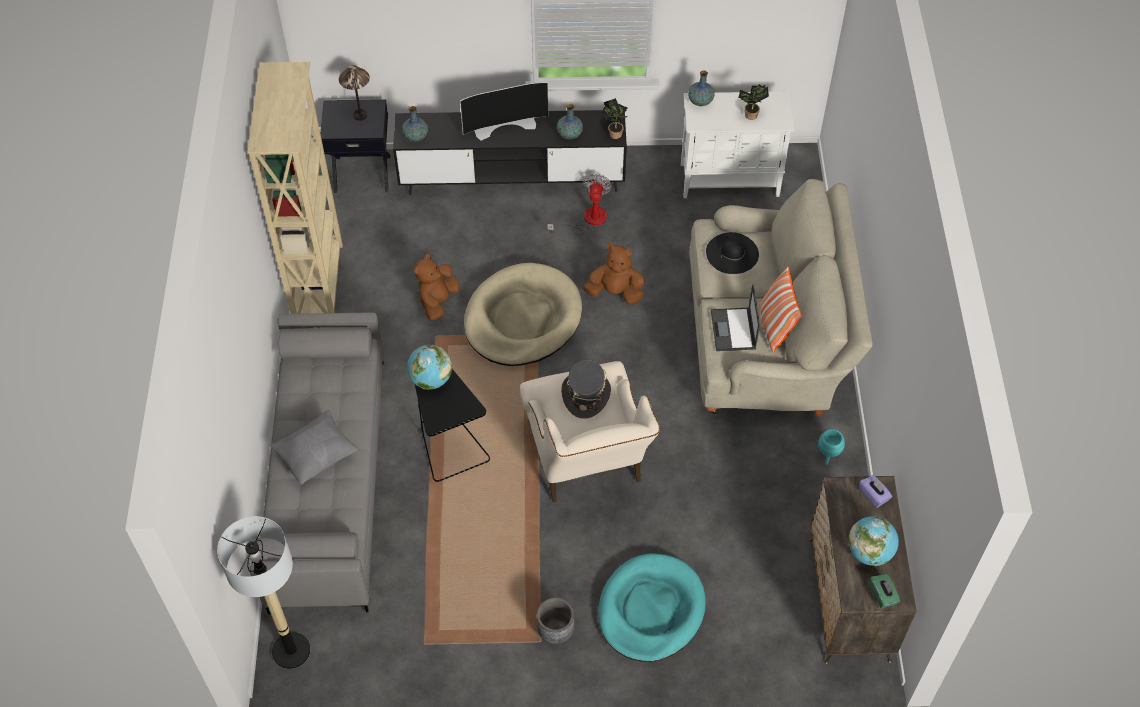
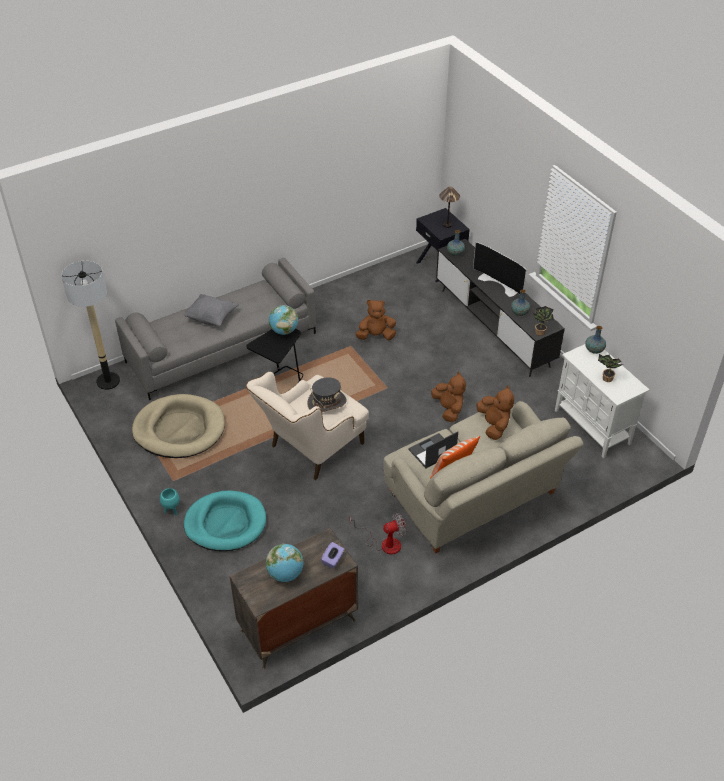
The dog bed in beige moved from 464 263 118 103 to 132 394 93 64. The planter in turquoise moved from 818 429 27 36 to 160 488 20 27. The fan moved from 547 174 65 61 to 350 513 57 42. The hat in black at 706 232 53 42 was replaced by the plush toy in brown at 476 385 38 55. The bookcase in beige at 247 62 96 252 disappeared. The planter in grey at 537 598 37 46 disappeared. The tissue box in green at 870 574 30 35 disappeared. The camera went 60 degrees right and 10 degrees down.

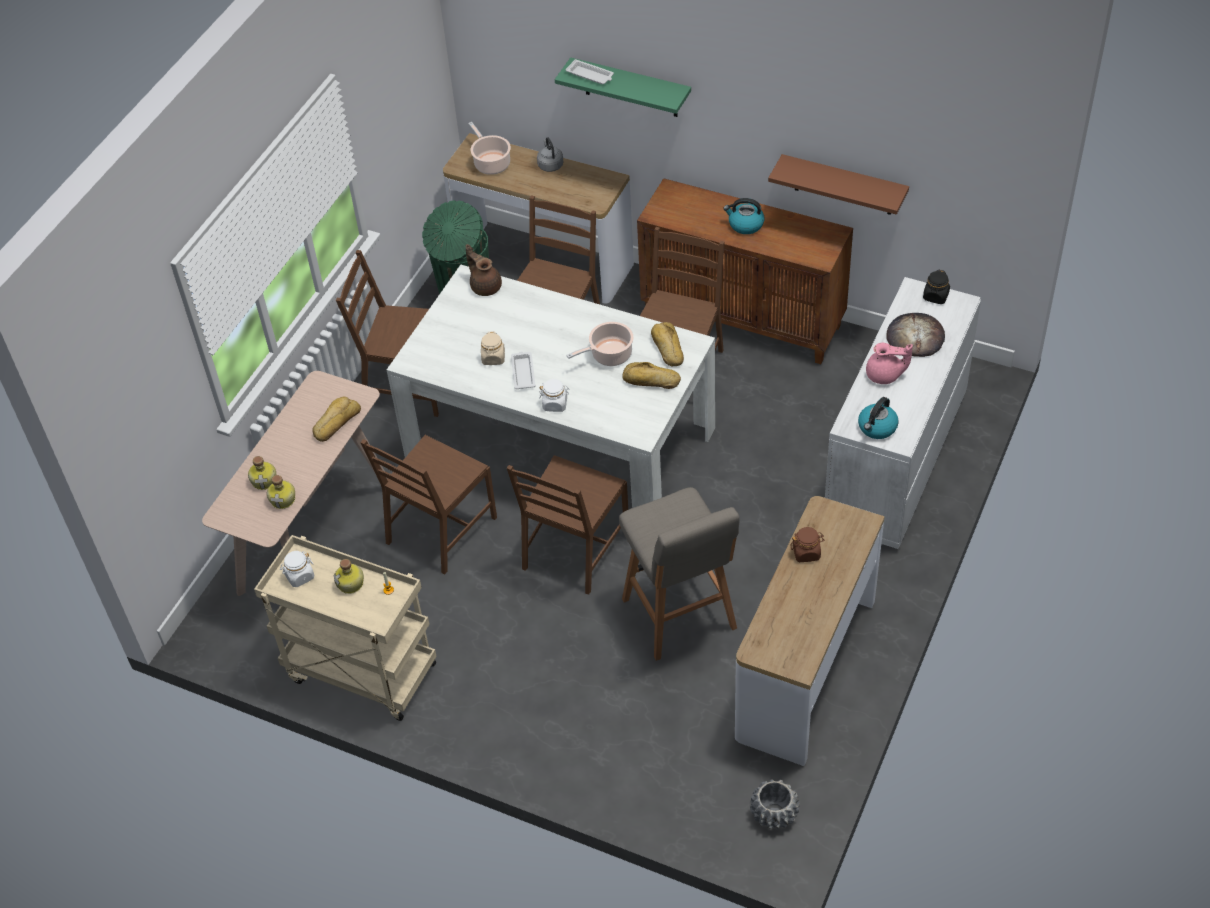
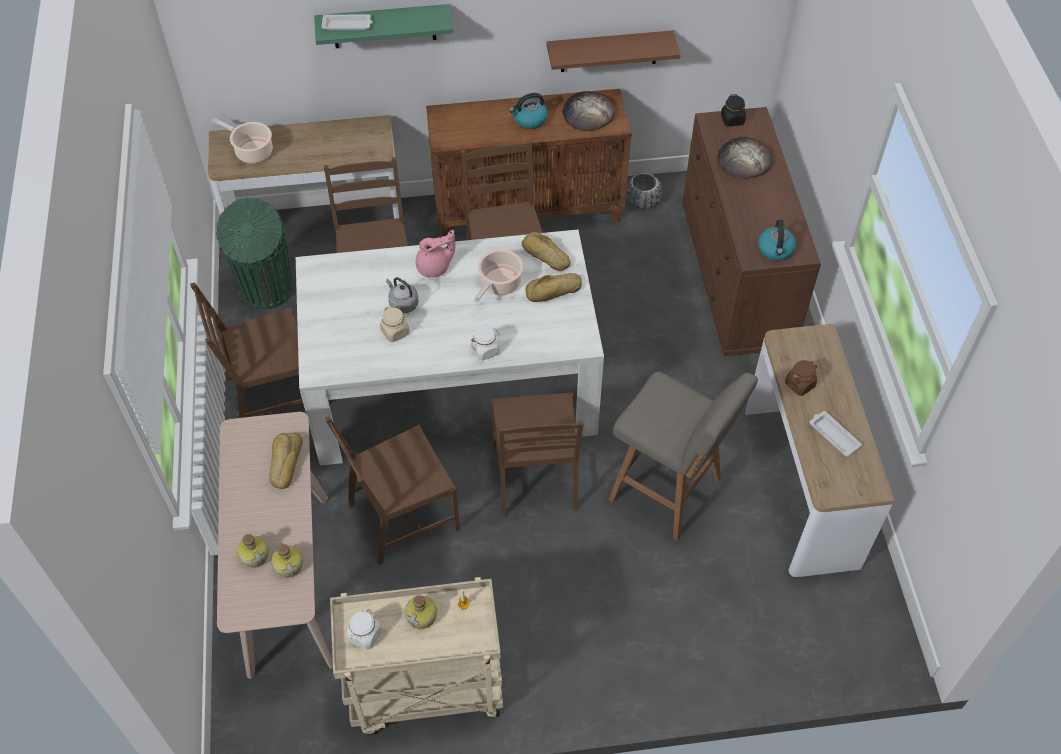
The chair in brown at 360 435 137 140 turned 60 degrees clockwise. The kettle in grey moved from 537 137 26 35 to 386 277 33 36. The teapot in pink moved from 866 343 47 41 to 416 230 39 48. The bread at 562 91 53 40 appeared. The planter in grey moved from 750 779 50 51 to 626 173 36 36. The dresser in white at 825 277 156 272 became the dresser in brown at 682 107 139 249. The tray in white moved from 511 352 25 37 to 809 411 53 46. The teapot in brown at 466 244 36 52 disappeared. The camera went 35 degrees left and 5 degrees up.

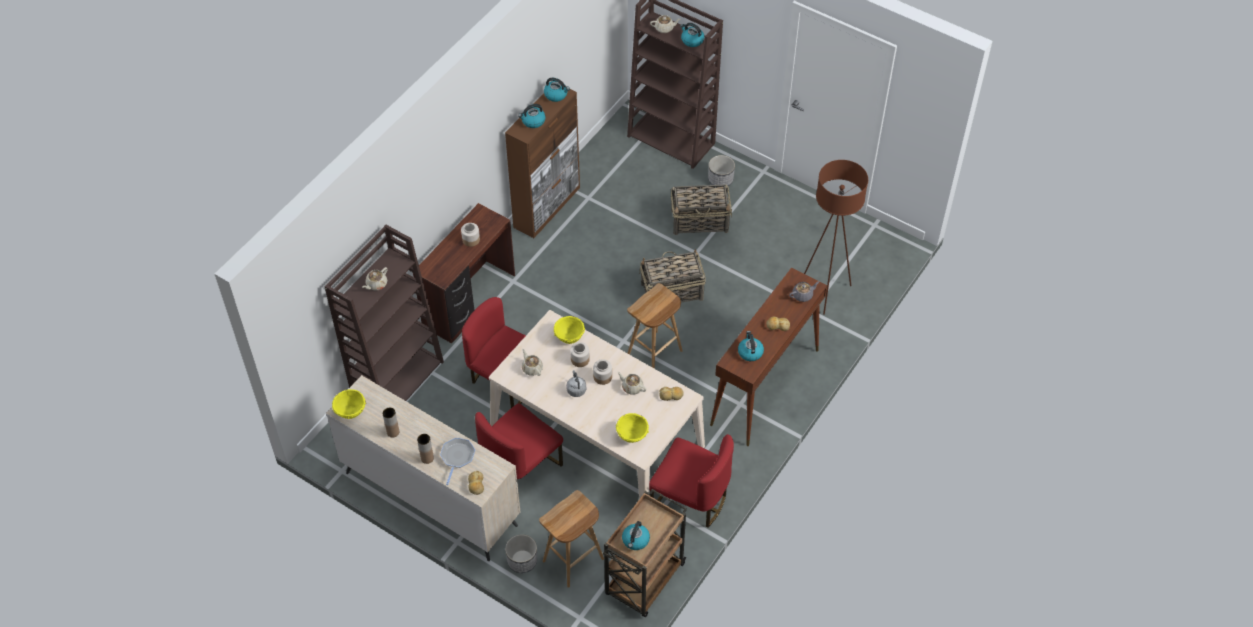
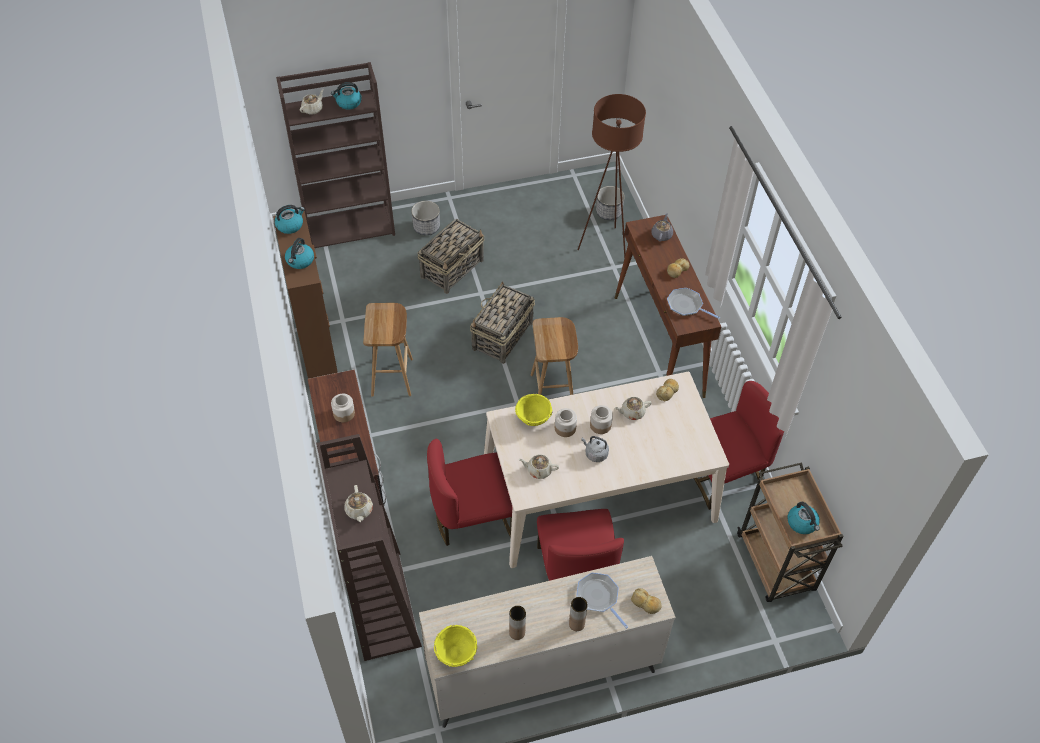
The stool in brown moved from 539 490 65 98 to 363 303 50 94. The planter moved from 505 534 32 39 to 596 186 29 34. The kettle at 738 331 26 30 was replaced by the frying pan at 667 288 53 31. The bowl in yellow at 616 413 33 30 disappeared. The camera went 50 degrees left and 0 degrees up.

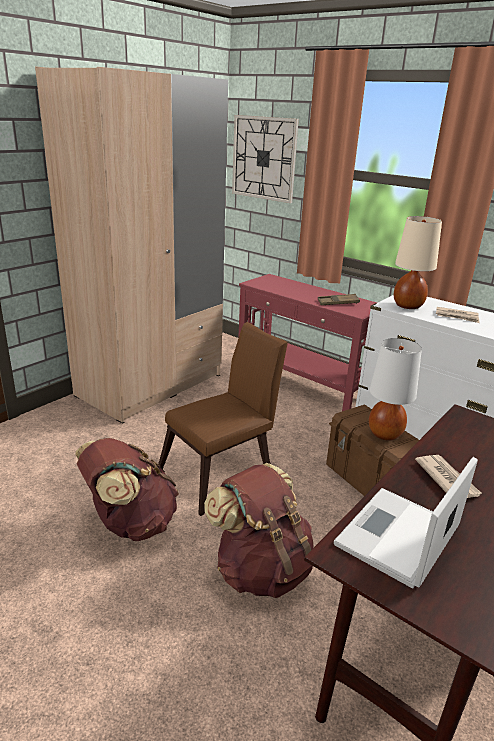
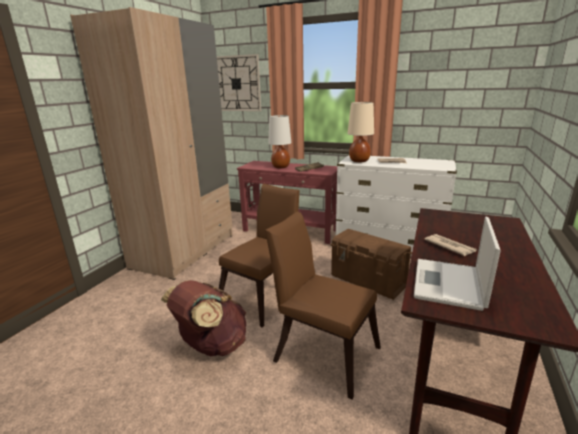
The backpack in brown at 204 463 110 135 was replaced by the chair in brown at 265 212 116 188. The table lamp in white moved from 369 338 53 103 to 268 115 24 53. The camera went 15 degrees left and 5 degrees down.

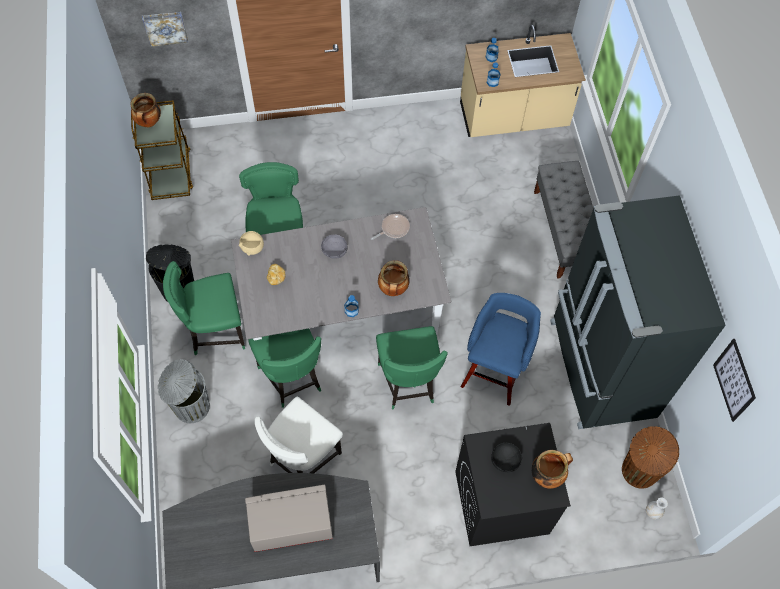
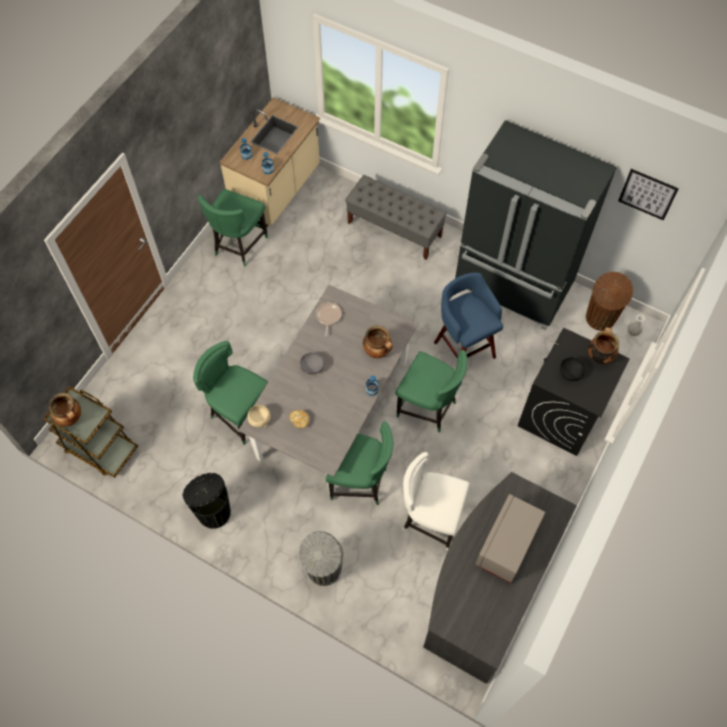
The chair in green moved from 163 261 82 94 to 198 189 70 77. The chair in white at 255 396 88 77 turned 120 degrees clockwise. The picture at 142 12 46 35 disappeared. The camera went 50 degrees left and 0 degrees up.

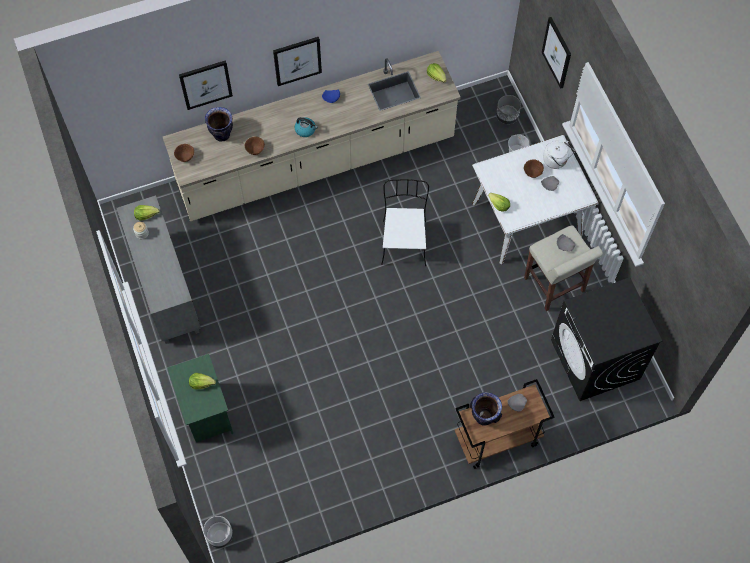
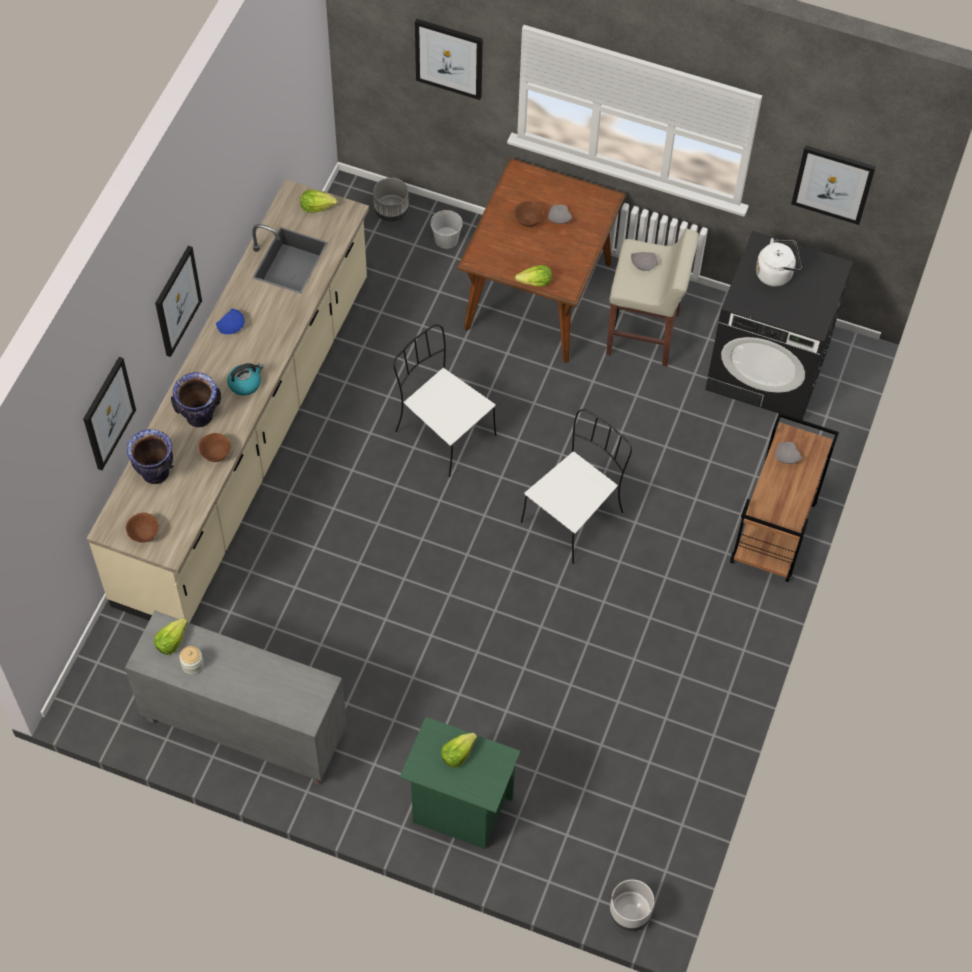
The vase moved from 470 392 32 34 to 171 372 50 55. The dining table in white at 472 135 127 129 became the dining table in brown at 457 158 169 205. The chair in white at 521 409 111 155 appeared. The kettle in white moved from 543 141 32 28 to 756 238 45 49. The picture at 791 145 85 80 appeared. The camera went 50 degrees left and 5 degrees down.

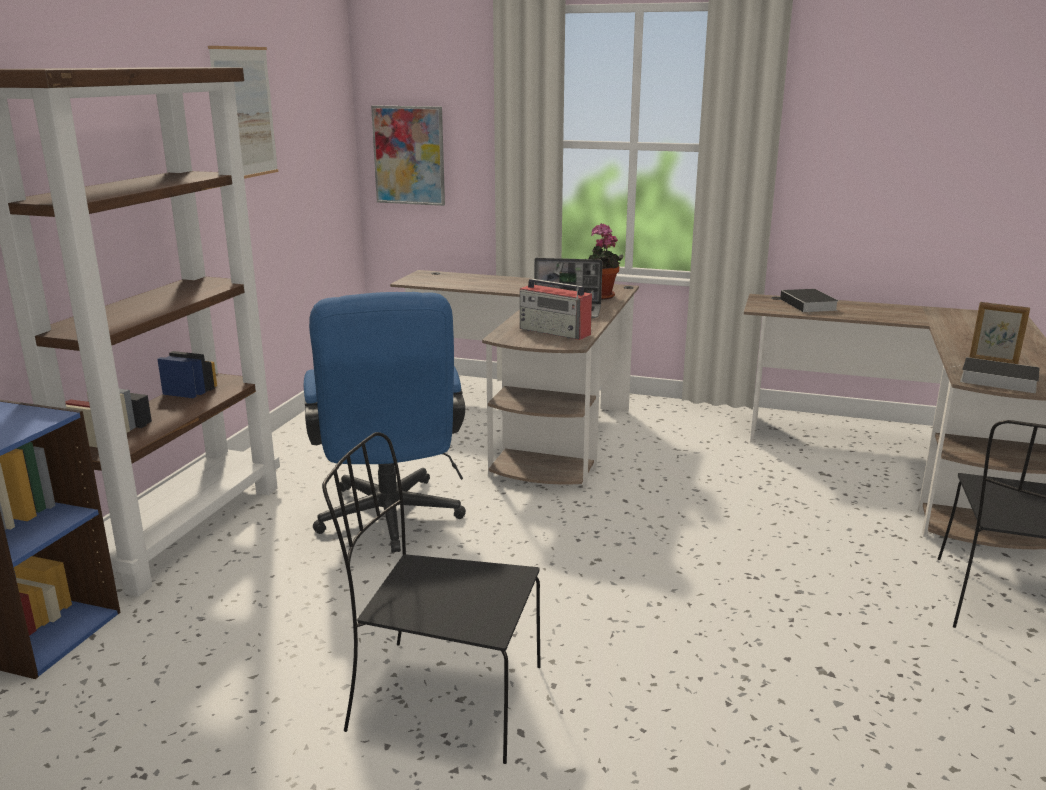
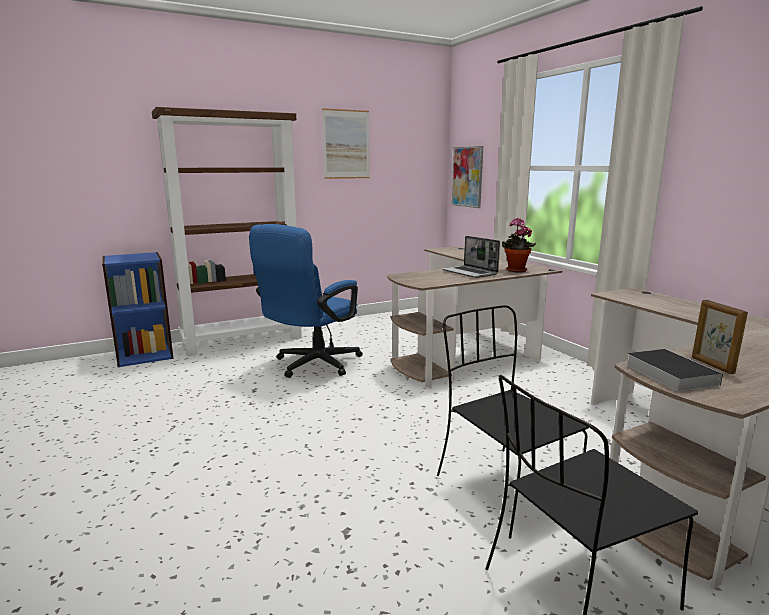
The chair in black moved from 322 432 219 332 to 437 305 152 234. The radio at 520 279 72 61 disappeared. The book at 780 289 58 26 disappeared. The camera went 45 degrees right and 5 degrees down.

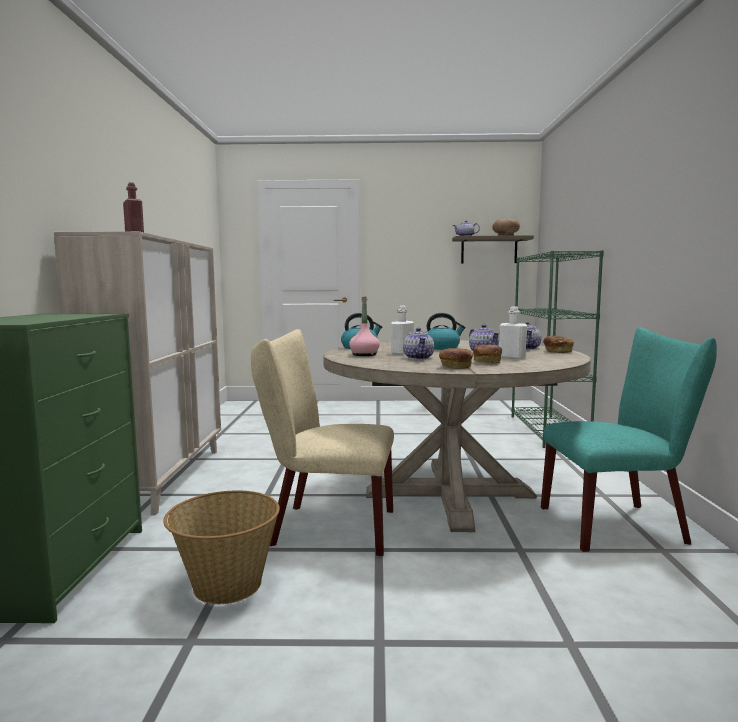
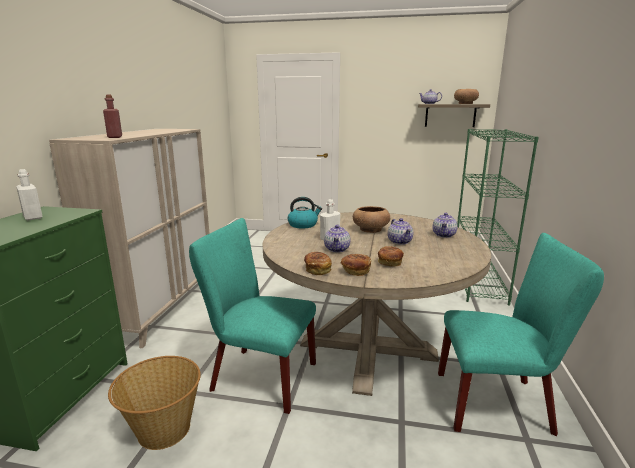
The bottle in white moved from 500 306 27 53 to 16 169 27 51. The chair in beige at 251 329 143 227 became the chair in turquoise at 189 218 127 196. The bread moved from 543 336 31 17 to 304 252 28 23. The kettle at 427 313 39 37 was replaced by the bowl in brown at 353 206 37 27. The bottle in pink at 349 296 31 60 disappeared. The camera went 10 degrees right and 10 degrees up.

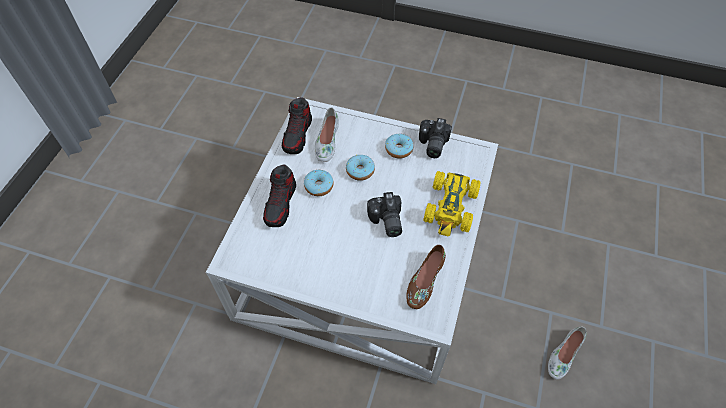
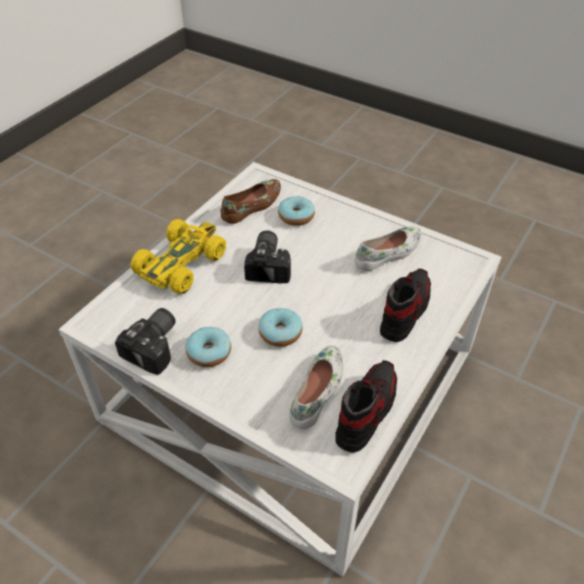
The donut moved from 304 170 30 26 to 278 196 37 30. The shoe in white moved from 548 326 38 54 to 355 226 67 45. The camera went 165 degrees left and 10 degrees down.

